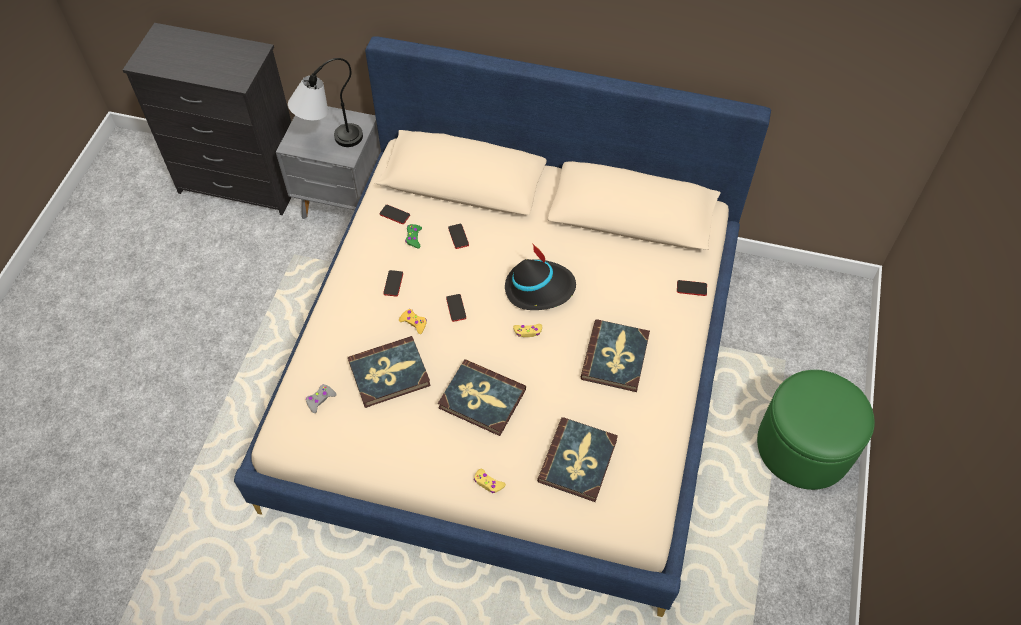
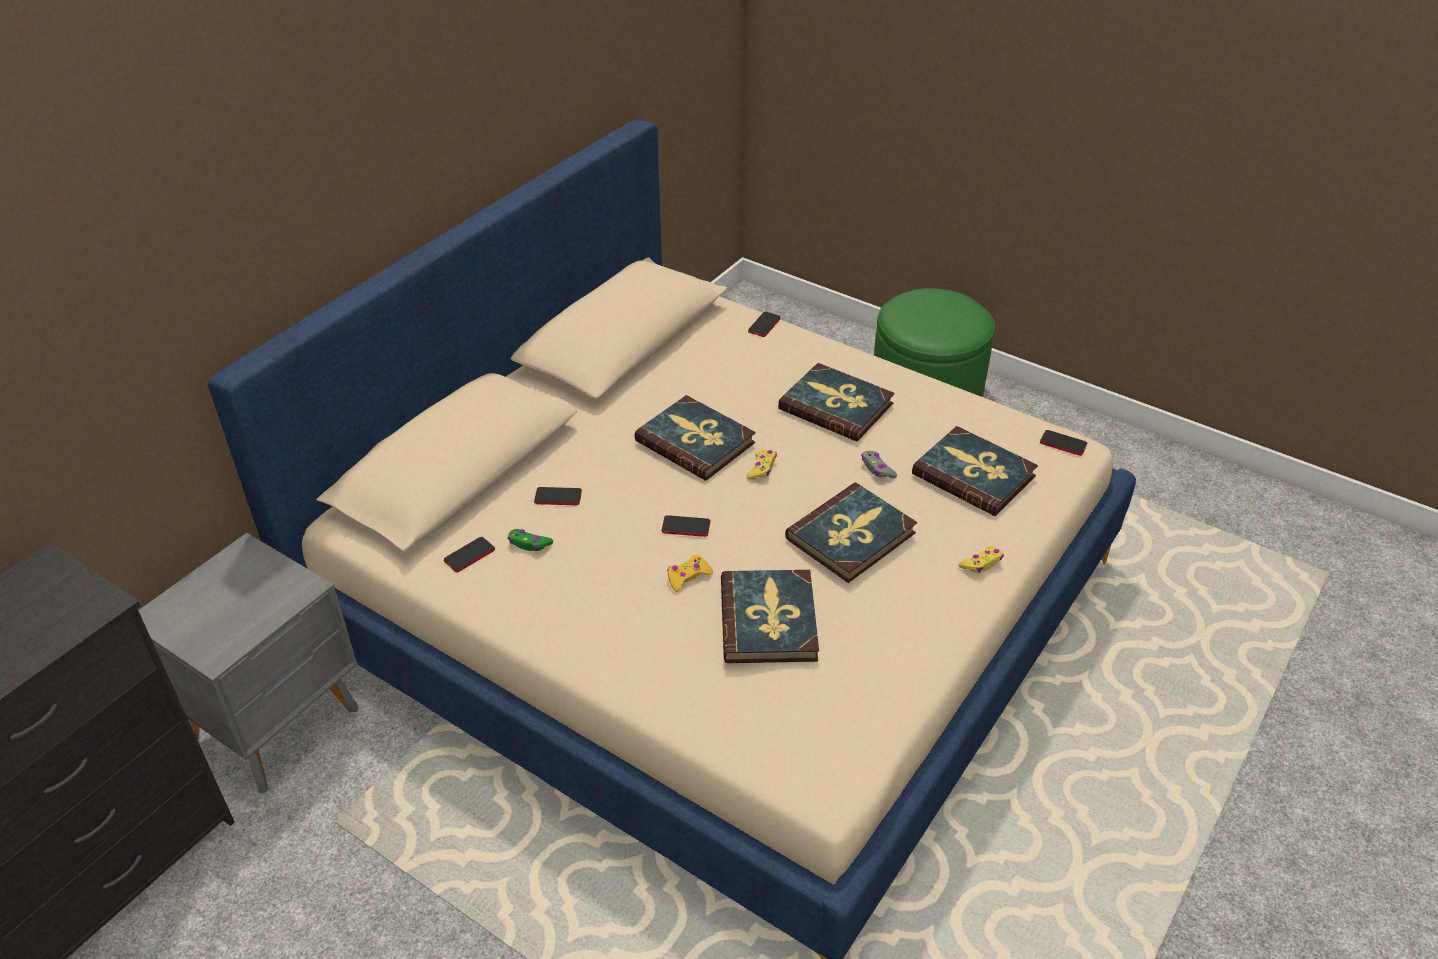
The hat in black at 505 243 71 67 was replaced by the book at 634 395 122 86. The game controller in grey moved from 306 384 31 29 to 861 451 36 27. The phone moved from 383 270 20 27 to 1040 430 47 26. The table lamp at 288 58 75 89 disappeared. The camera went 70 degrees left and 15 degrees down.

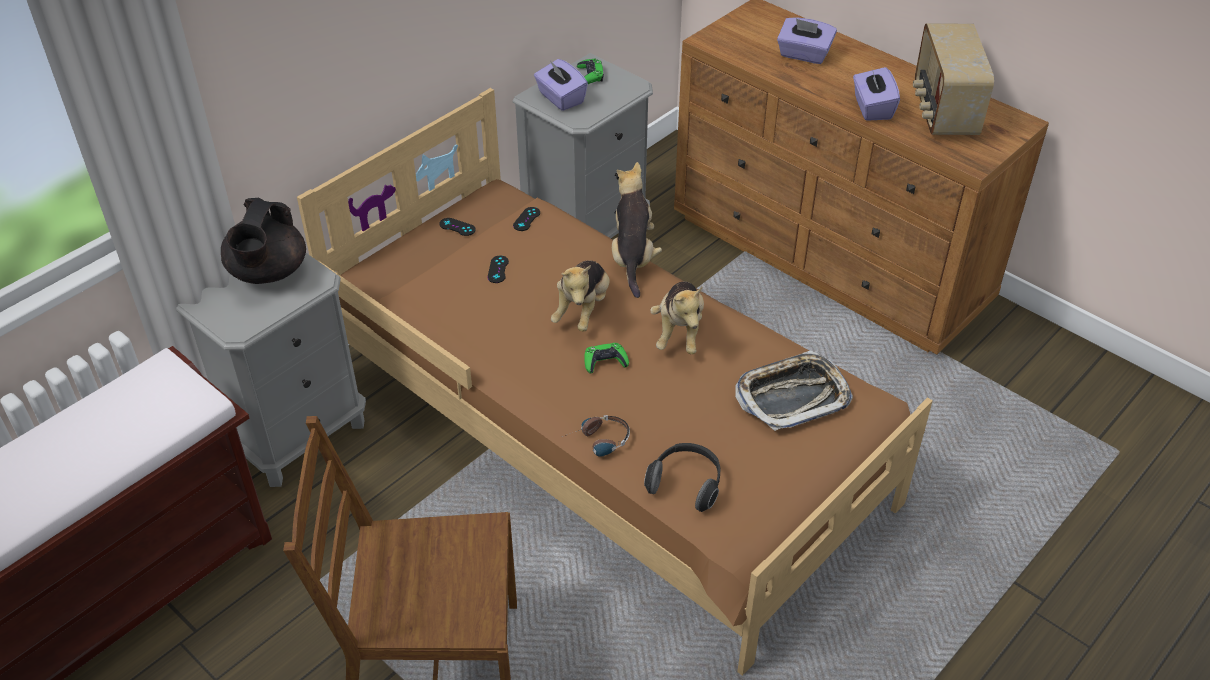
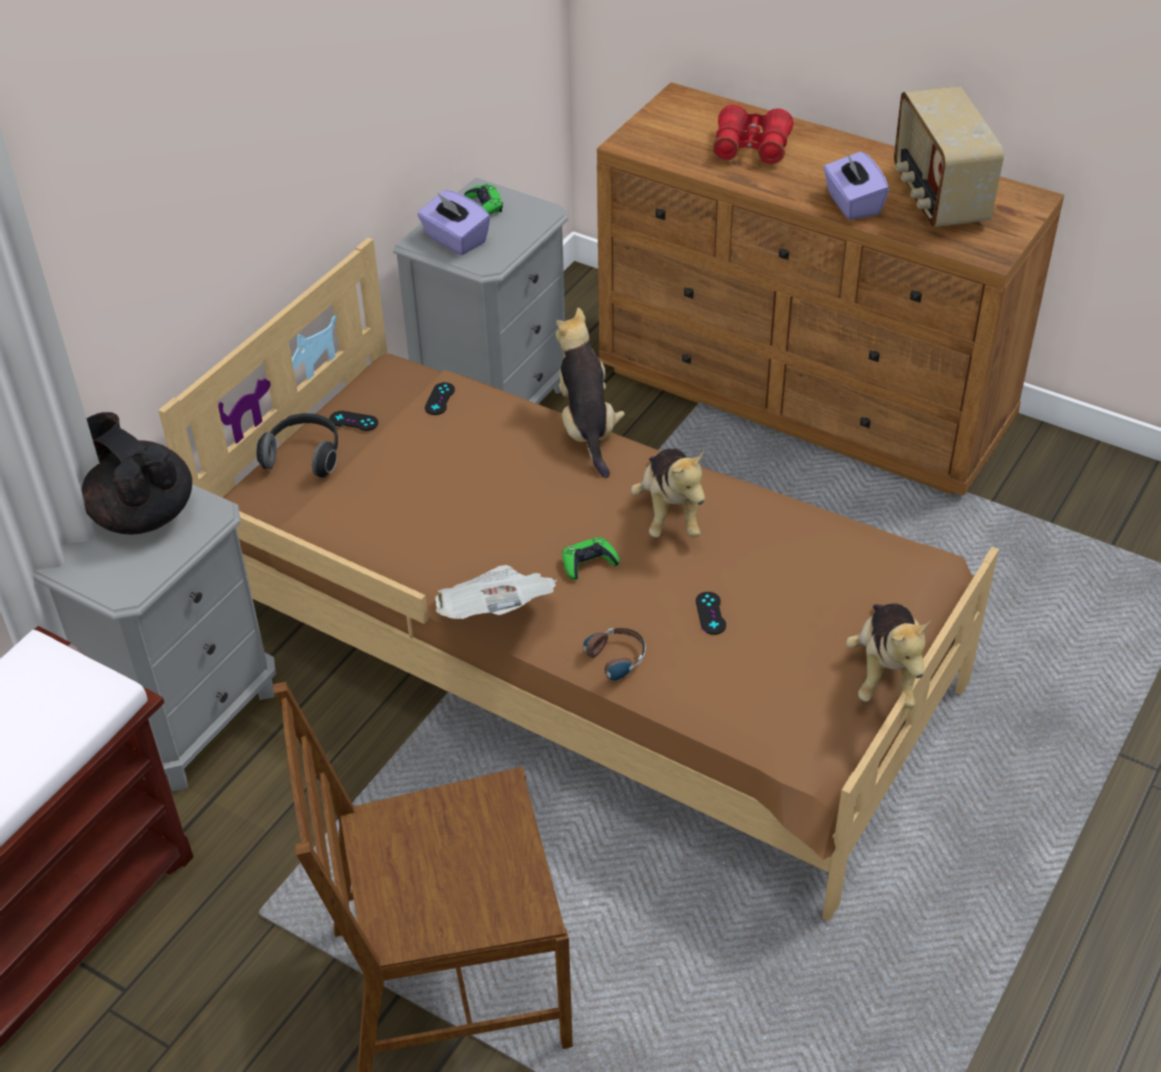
The teapot in black at 221 198 85 86 turned 135 degrees clockwise. The headphones moved from 644 443 76 69 to 256 413 82 65. The newspaper at 435 565 122 54 appeared. The game controller in black moved from 488 256 21 27 to 696 592 30 43. The tissue box in purple at 777 17 60 47 was replaced by the binoculars in red at 713 105 80 60. The plush toy moved from 551 260 59 71 to 846 603 85 106. The tray at 735 350 118 81 disappeared. The camera went 10 degrees left and 0 degrees up.

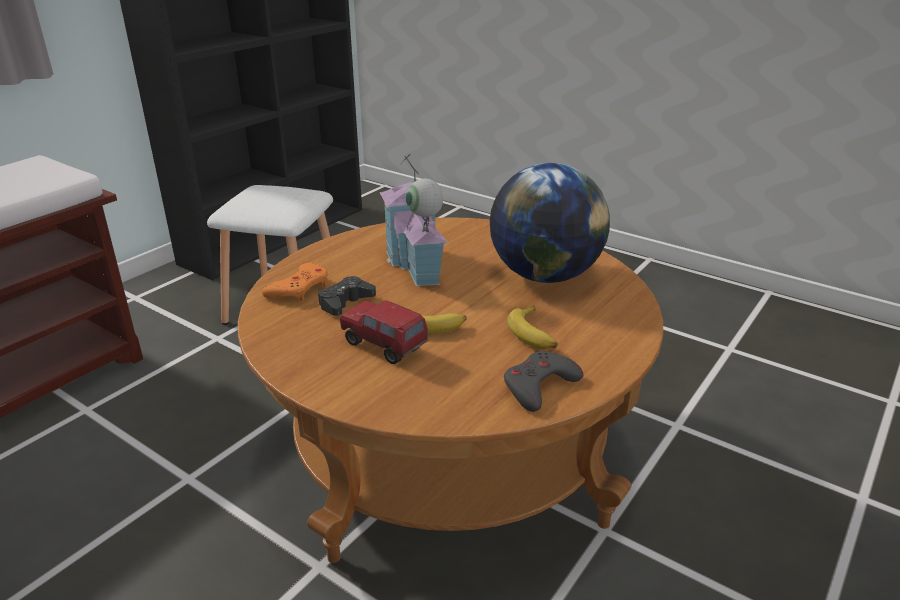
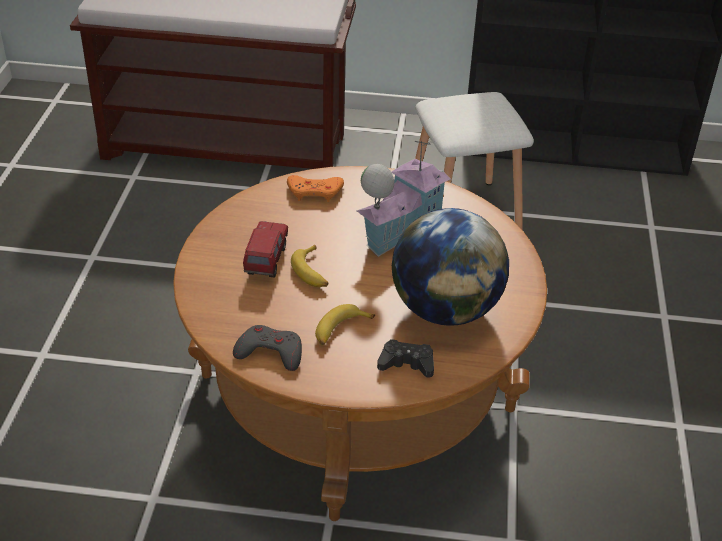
The game controller in black moved from 318 276 58 40 to 377 339 57 39. The camera went 60 degrees right and 10 degrees up.

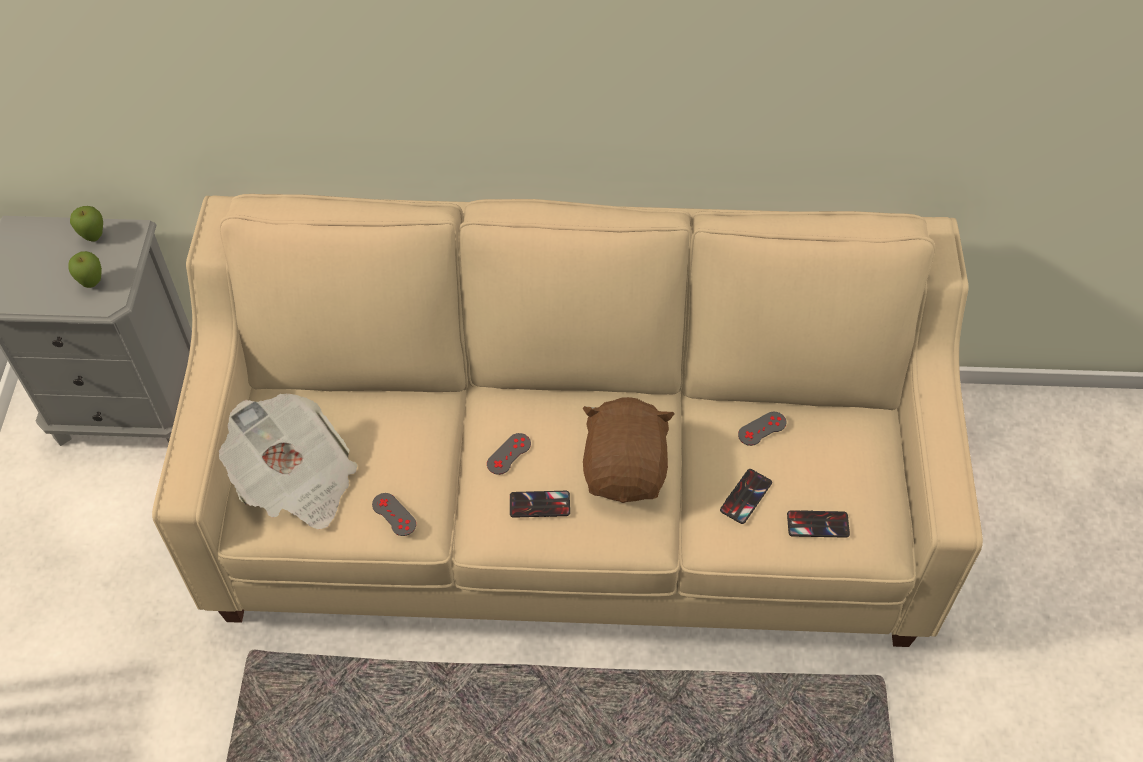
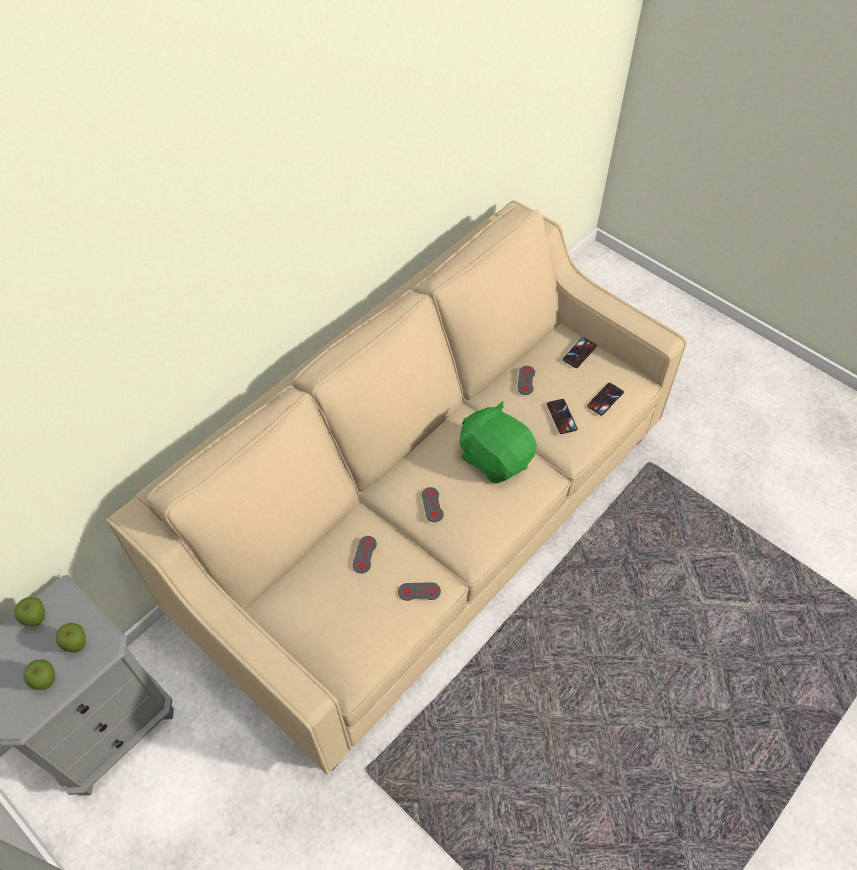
The apple at 23 659 32 31 appeared. The game controller in grey at 352 536 25 37 appeared. The plush toy in brown at 583 397 91 106 became the plush toy in green at 459 401 78 83. The phone moved from 510 491 60 27 to 563 337 34 31. The newspaper at 219 394 139 135 disappeared. The camera went 50 degrees left and 0 degrees up.

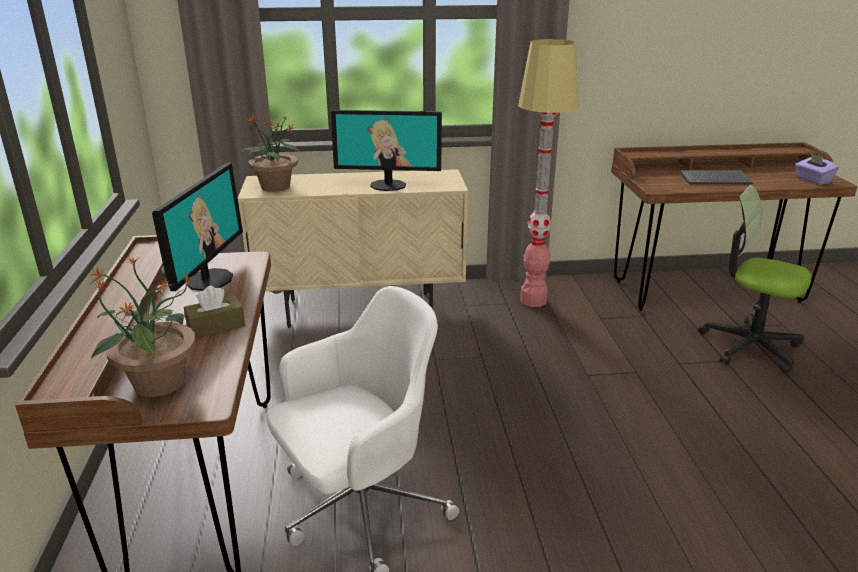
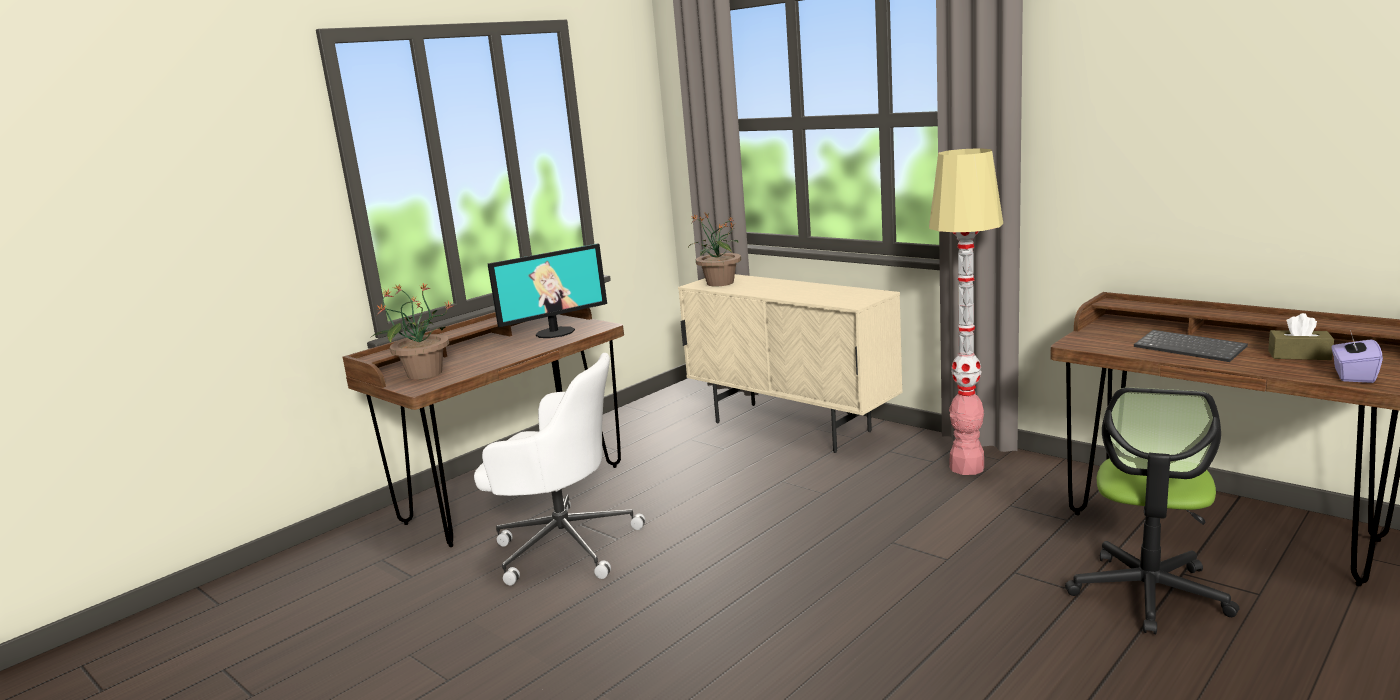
The office chair at 698 185 114 188 turned 150 degrees counterclockwise. The tissue box in brown moved from 184 286 61 52 to 1268 313 66 47. The monitor at 331 110 111 81 disappeared. The camera went 50 degrees right and 10 degrees down.

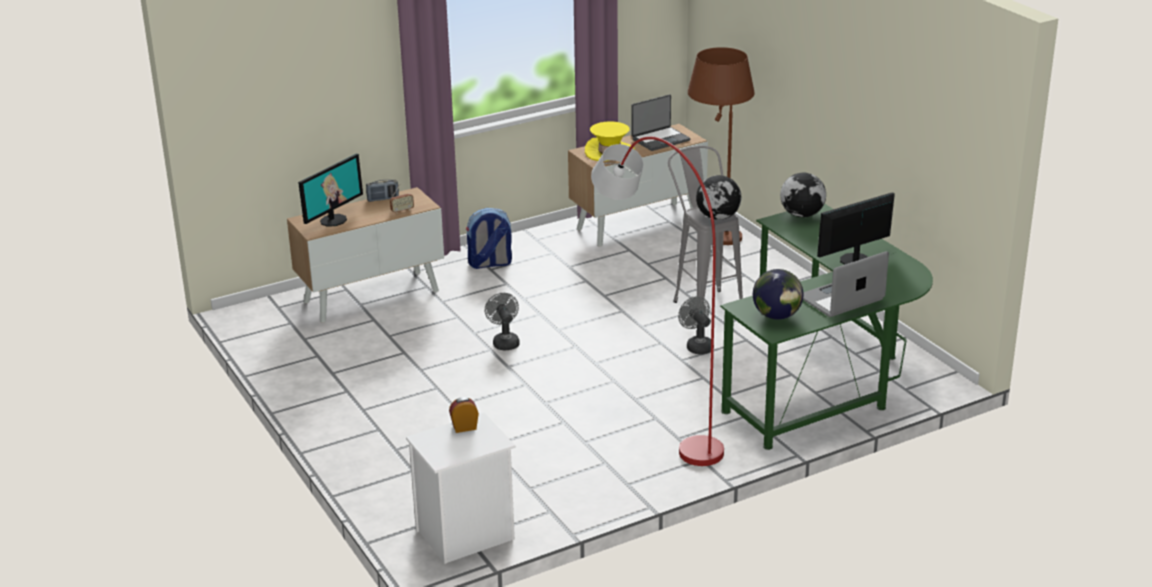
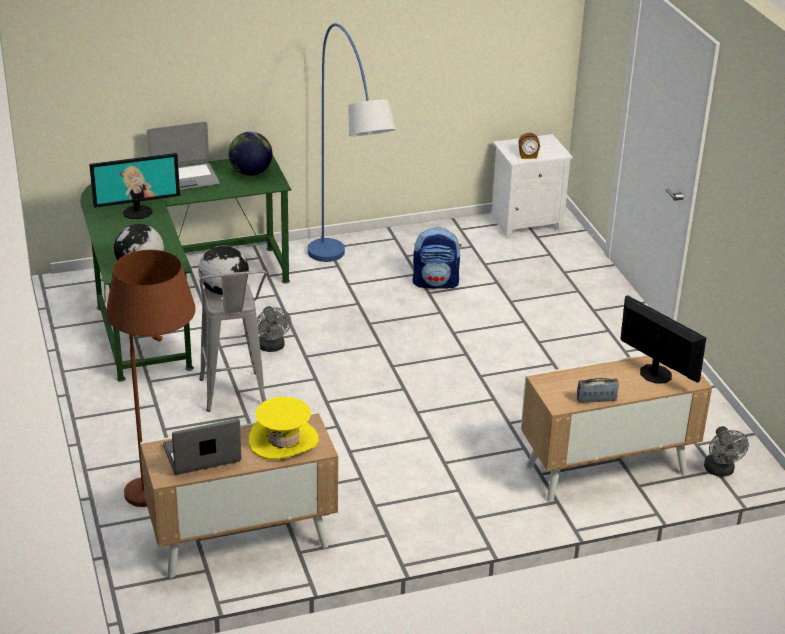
The floor lamp in red at 591 137 133 329 became the floor lamp in blue at 308 23 88 239. The backpack moved from 466 208 46 61 to 413 227 49 62. The monitor at 298 153 65 74 turned 90 degrees clockwise. The fan in grey moved from 485 293 35 58 to 704 426 45 51. The radio at 390 184 24 29 disappeared. The camera went 170 degrees left and 5 degrees up.

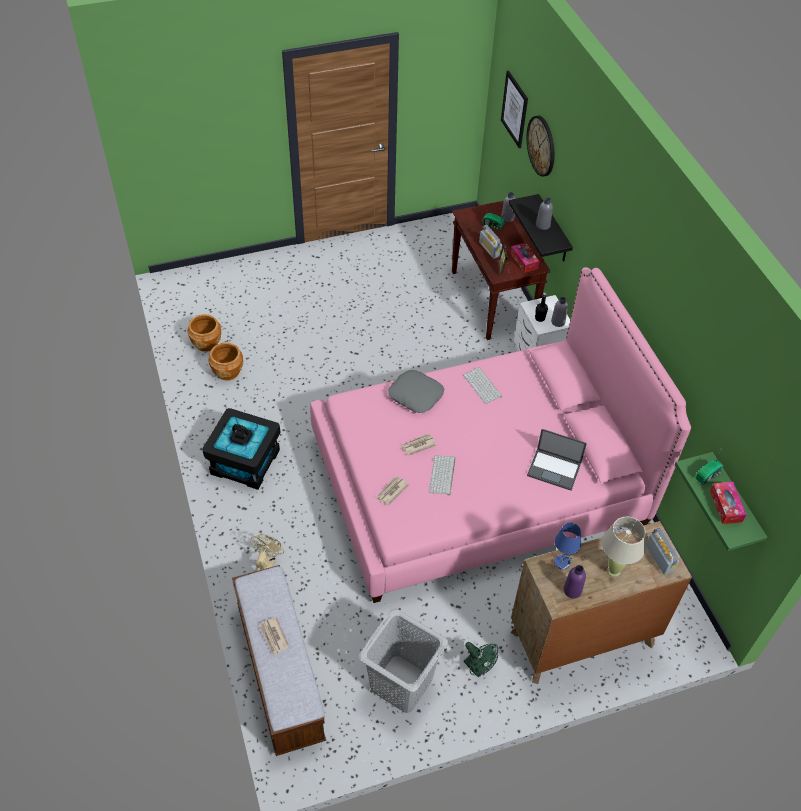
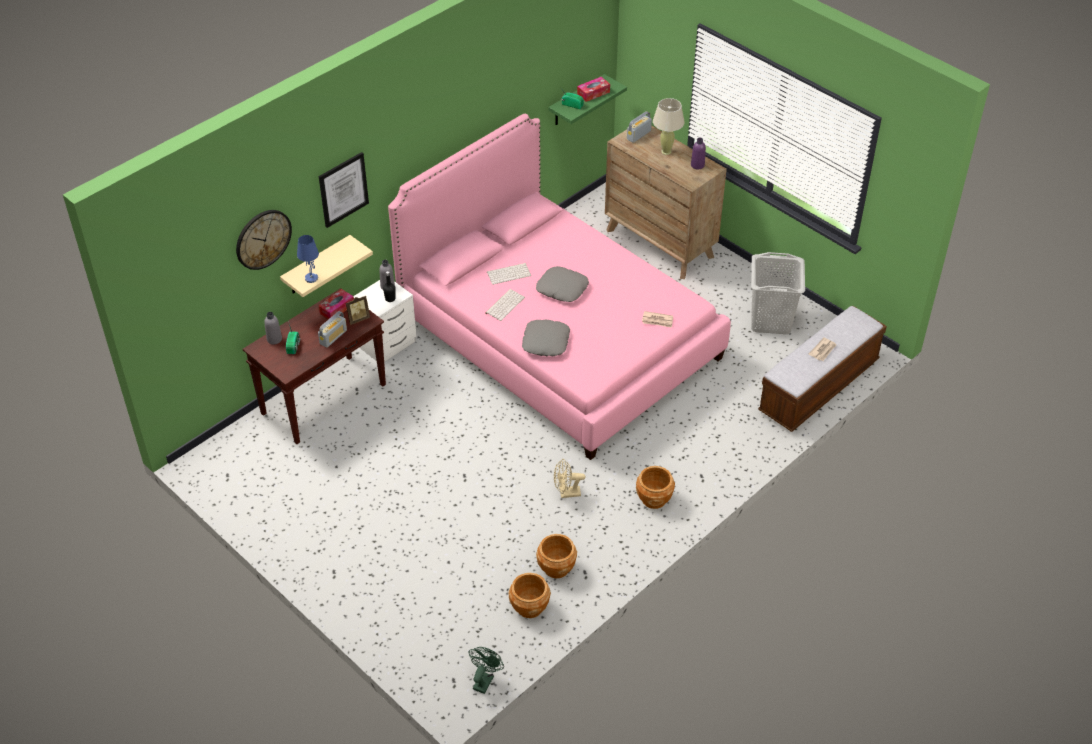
The shelf in black at 508 194 65 68 became the shelf in beige at 280 235 93 62. The table lamp in blue moved from 554 523 27 47 to 297 235 22 48. The picture moved from 501 71 27 77 to 319 152 50 76. The fan in green moved from 464 642 34 35 to 468 647 36 47. The keyboard moved from 429 455 26 40 to 487 263 44 22. The pillow in grey at 536 266 53 36 appeared. The fan in beige moved from 251 534 33 37 to 554 459 32 39. The storage box in black at 202 408 79 82 was replaced by the planter in brown at 636 466 39 43. The newspaper at 401 434 36 22 disappeared. The laptop at 527 429 60 62 disappeared. The bottle in grey at 536 197 17 33 disappeared. The camera went 115 degrees left and 5 degrees down.

